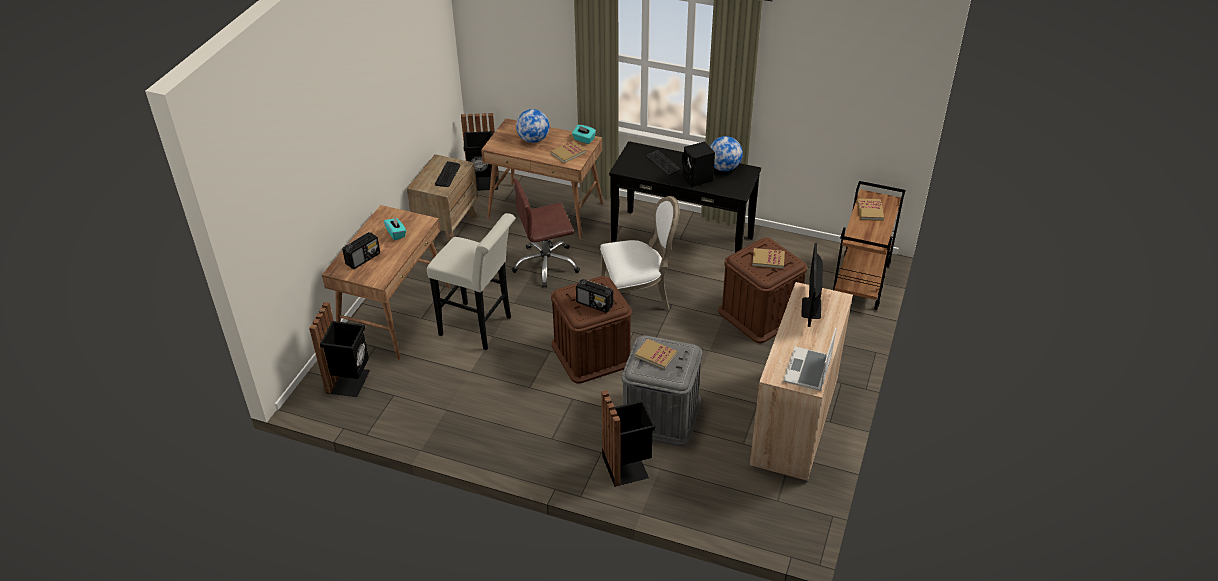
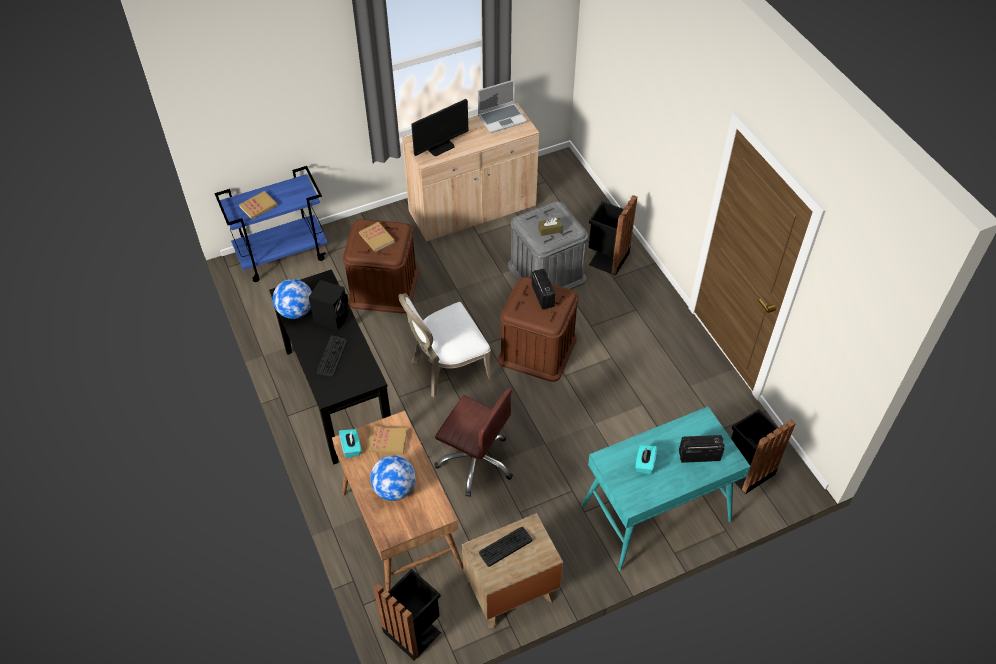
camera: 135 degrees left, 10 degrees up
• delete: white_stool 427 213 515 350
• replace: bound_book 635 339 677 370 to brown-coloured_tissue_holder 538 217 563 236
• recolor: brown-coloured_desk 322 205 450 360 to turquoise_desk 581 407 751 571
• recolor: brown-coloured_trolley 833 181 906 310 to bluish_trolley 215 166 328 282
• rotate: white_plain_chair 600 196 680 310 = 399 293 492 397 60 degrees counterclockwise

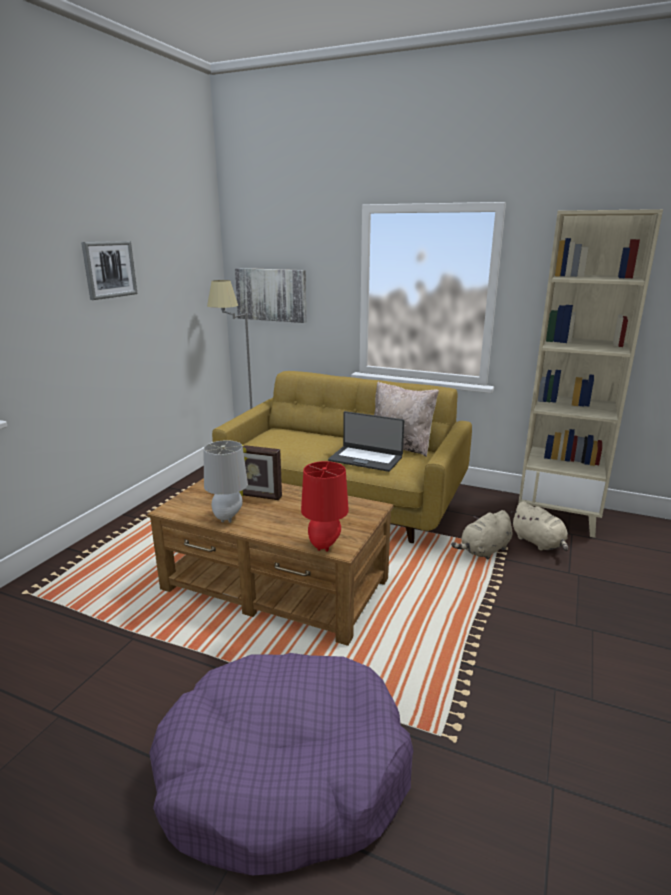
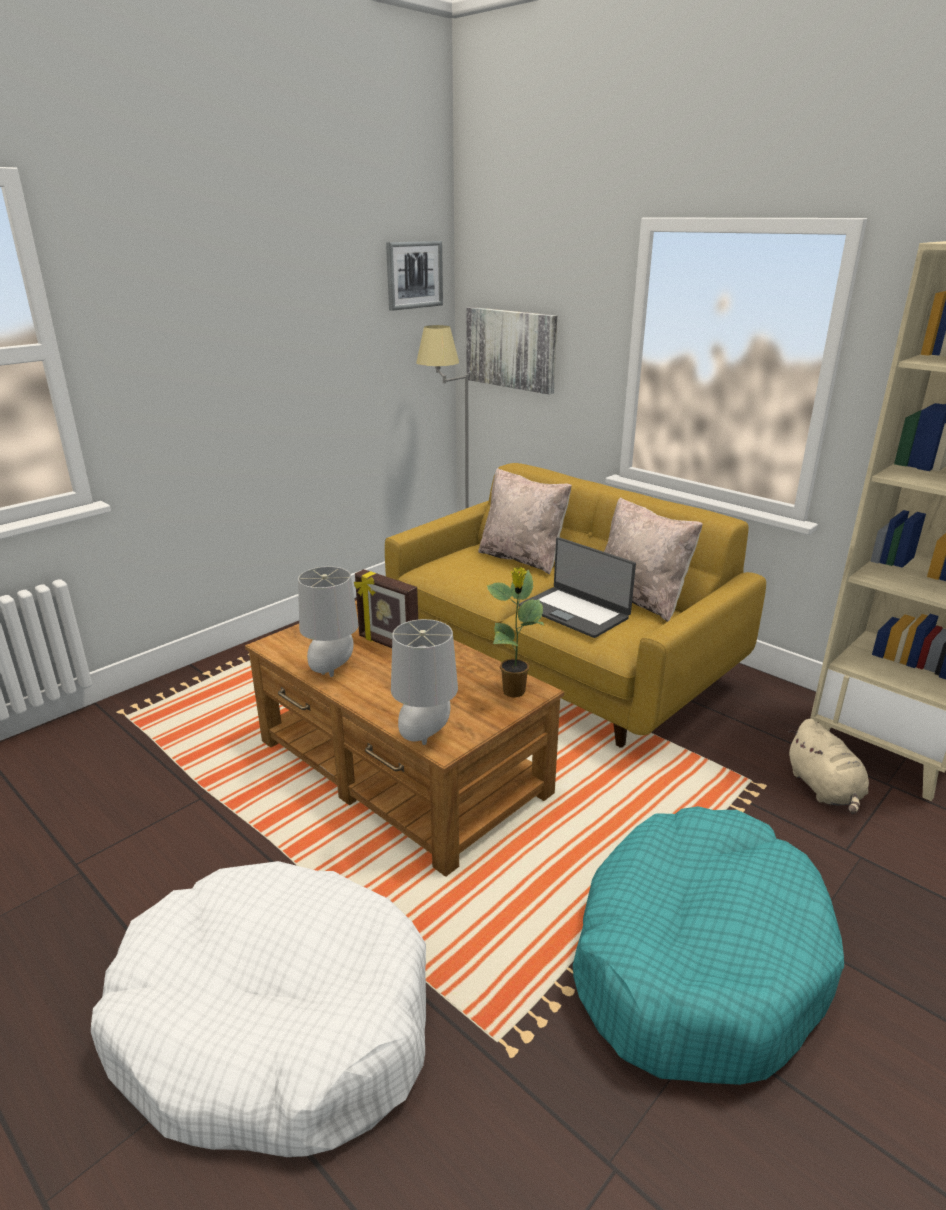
camera: 20 degrees right, 5 degrees up
• delete: sand-coloured_soft_toy 451 510 512 559
• insert: sand-coloured_pillow 478 468 572 575
• insert: potted_plant 486 567 545 698
• insert: turquoise_dog_bed 573 806 844 1085
• move: picture 81 241 137 300 to 386 241 443 311
• recolor: purple-coloured_dog_bed 149 653 413 875 to white_dog_bed 91 861 426 1157
• recolor: reddish_tabletop_lamp 301 461 349 552 to gray_tabletop_lamp 391 619 458 745

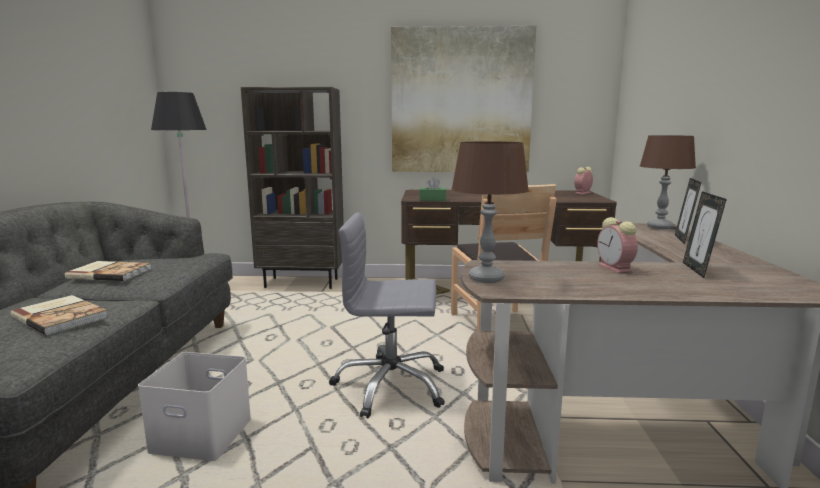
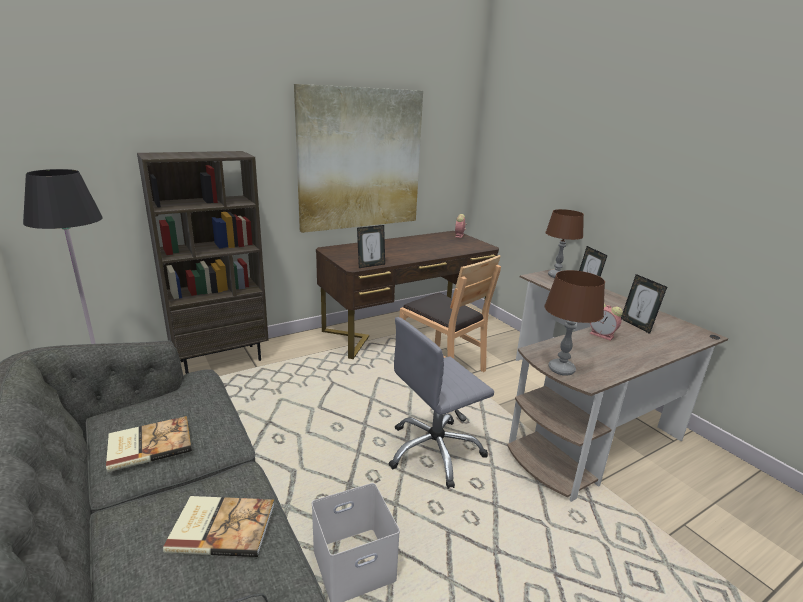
camera: 35 degrees left, 10 degrees up
• replace: greenish_tissue_holder 419 177 446 201 to standing_frame 357 225 385 268

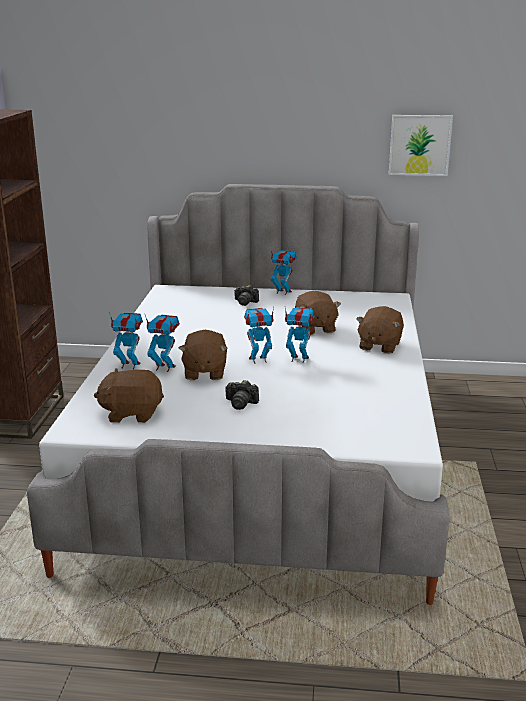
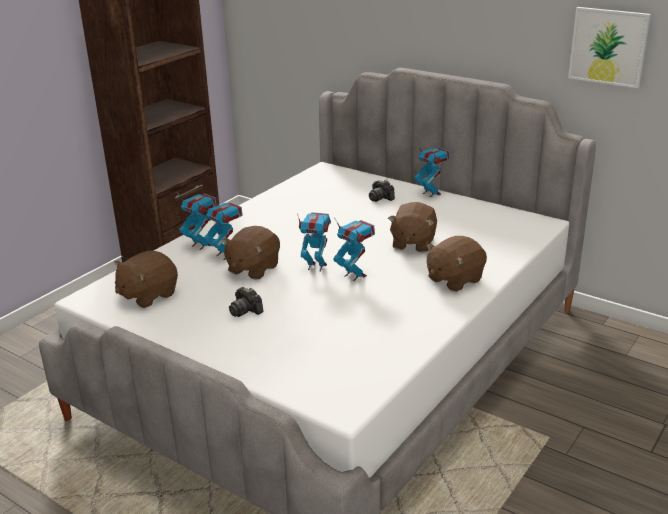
camera: 30 degrees right, 5 degrees up
• rotate: brown-coloured_soft_toy 94 368 164 423 = 114 251 178 308 75 degrees counterclockwise

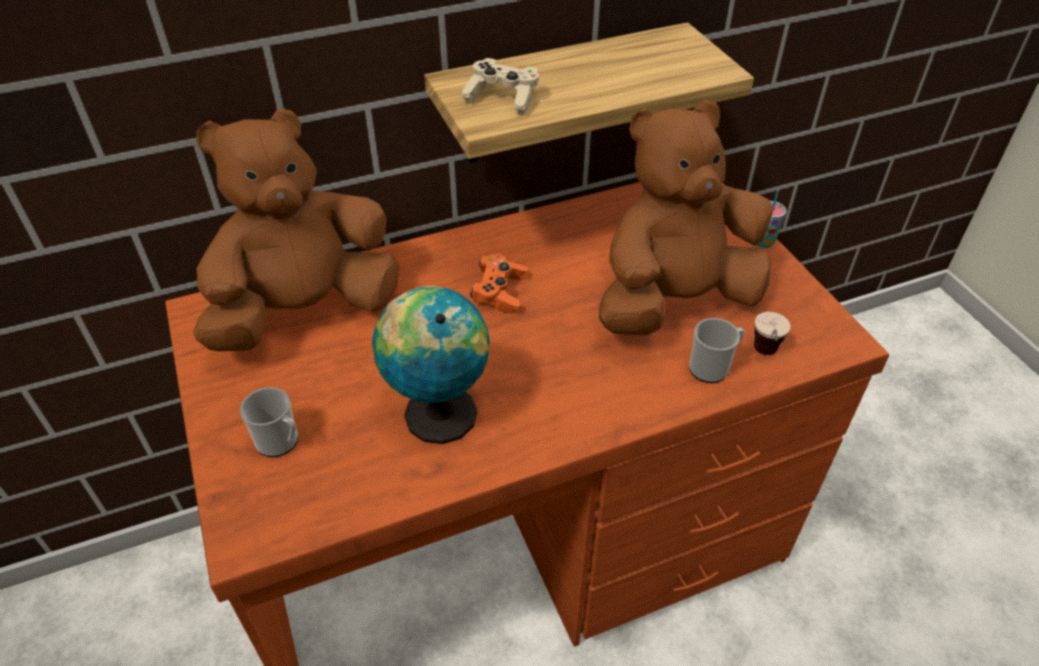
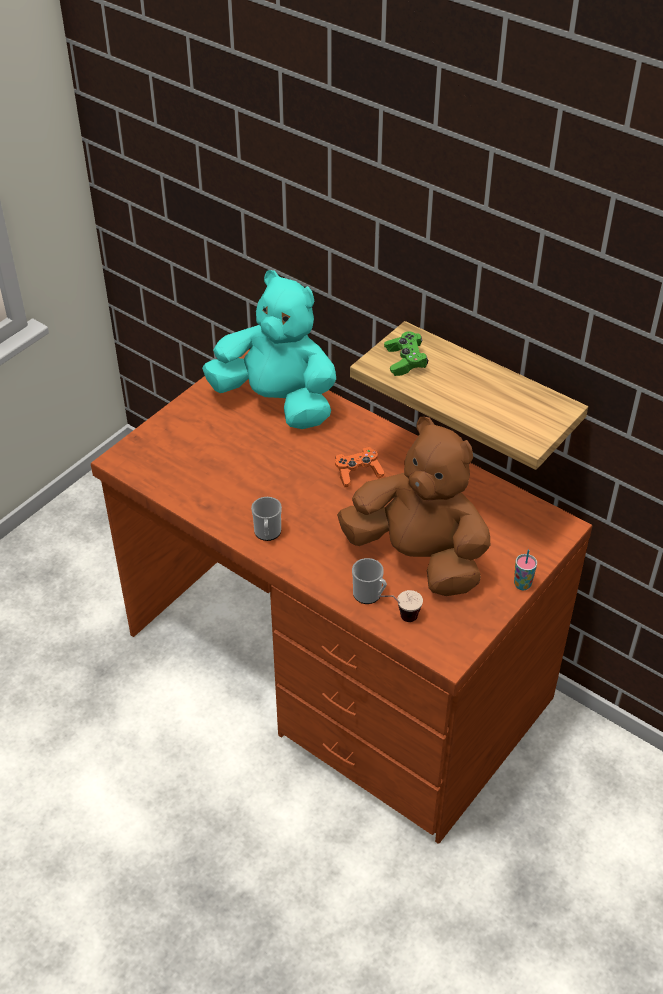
camera: 60 degrees right, 0 degrees up
• delete: world_globe 372 286 490 444
• move: mug 240 387 298 457 to 251 497 282 541
• recolor: brown-coloured_soft_toy 193 109 400 351 to turquoise_soft_toy 202 270 336 429
• recolor: sand-coloured_gamepad 461 58 539 115 to greenish_gamepad 384 331 428 376

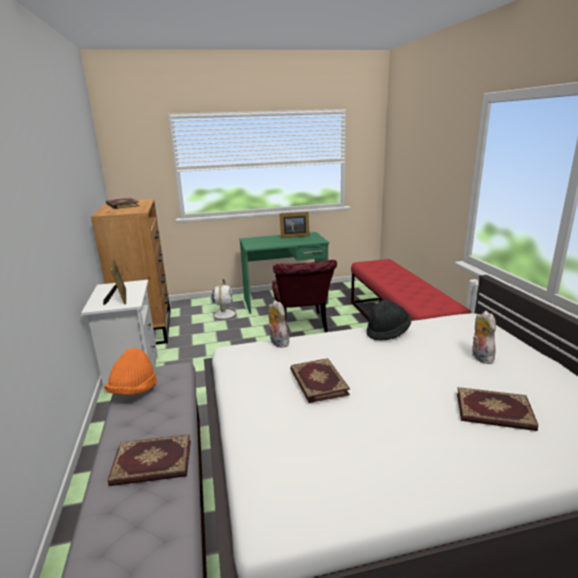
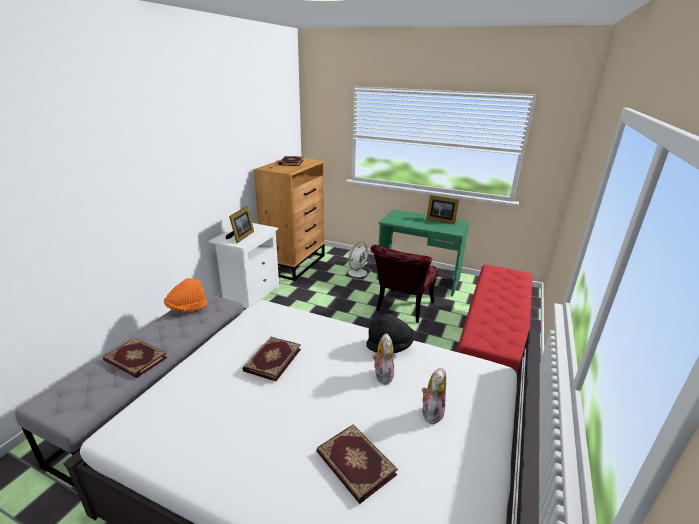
camera: 35 degrees right, 5 degrees up
• move: soft_toy 268 300 289 348 to 373 333 394 385

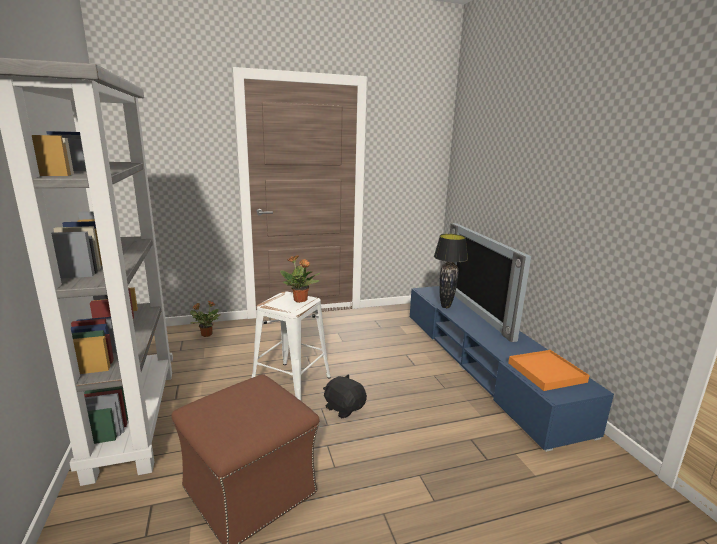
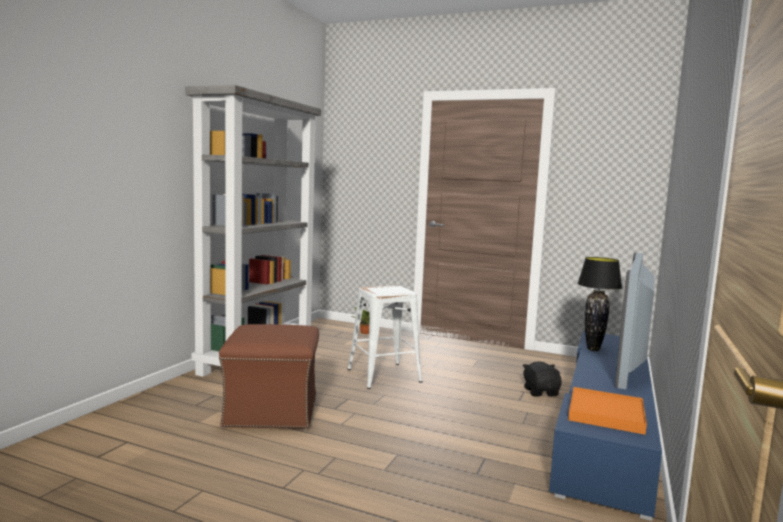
camera: 40 degrees right, 10 degrees down
• delete: potted_plant 280 255 320 303
• move: black-coloured_soft_toy 323 374 367 418 to 522 361 562 397

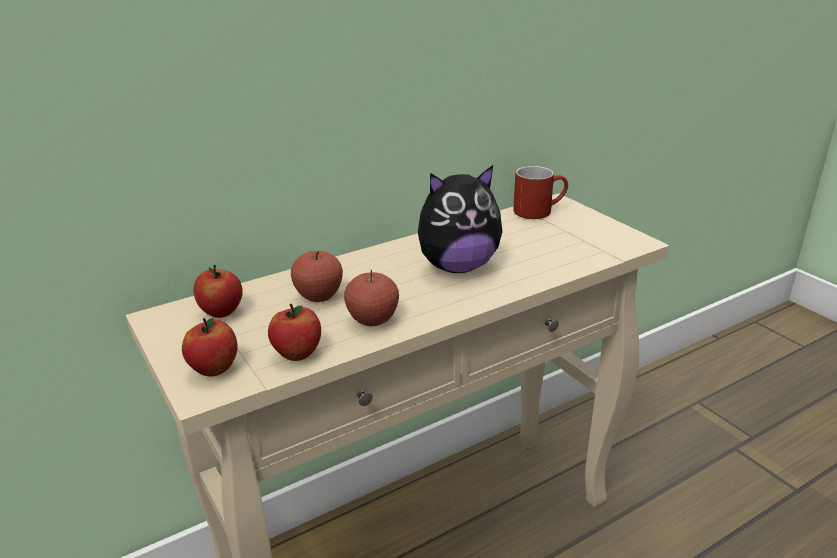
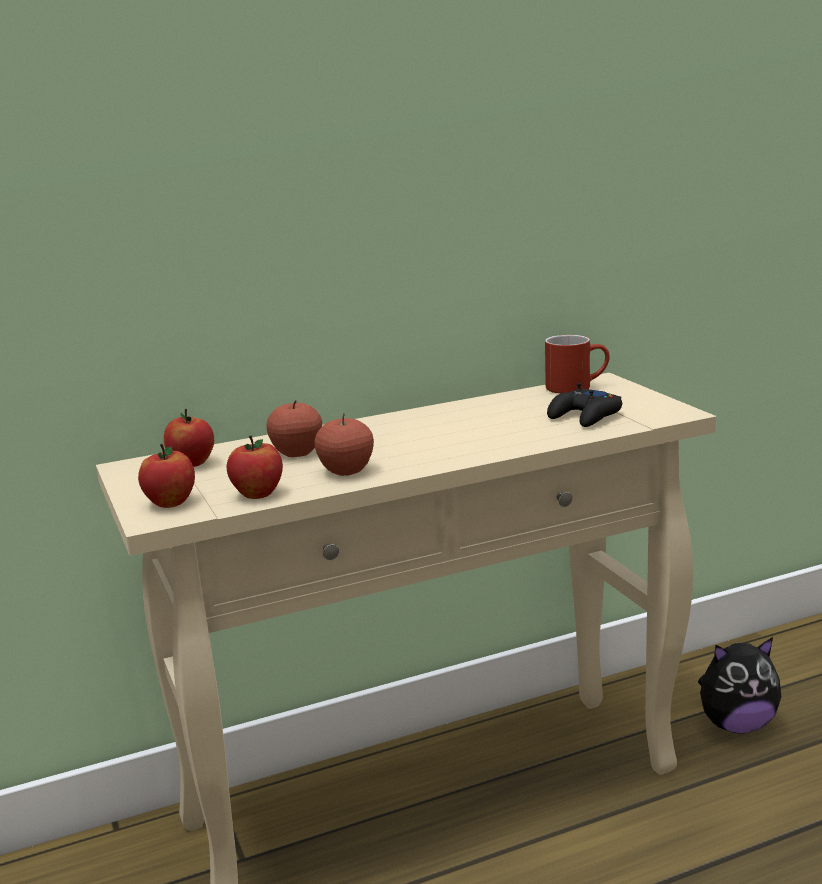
camera: 10 degrees right, 10 degrees down
• insert: black-coloured_gamepad 547 383 622 427
• move: soft_toy 418 165 502 273 to 698 637 781 733

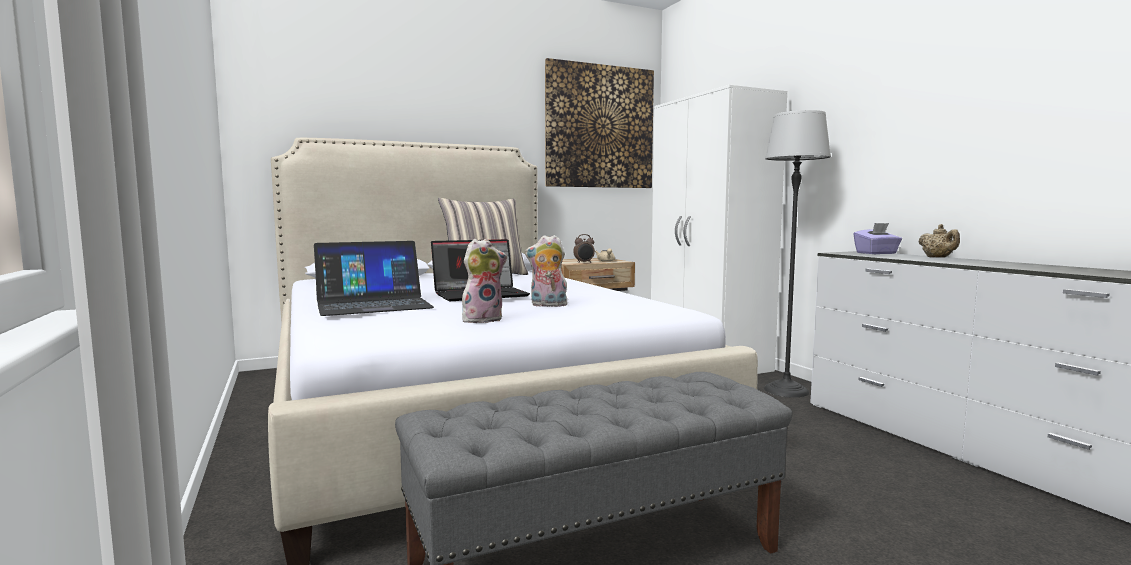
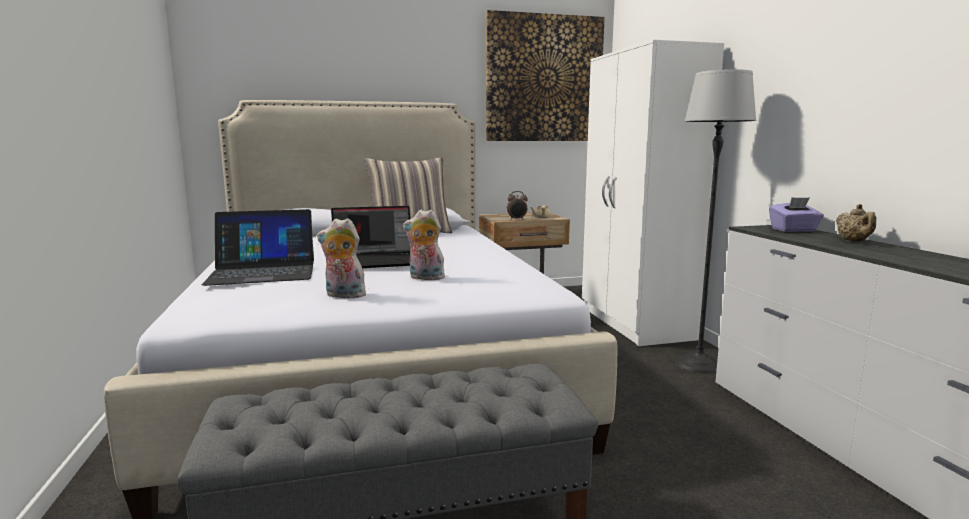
camera: 10 degrees right, 5 degrees up
• rotate: soft_toy 462 239 507 323 = 317 218 366 298 150 degrees counterclockwise

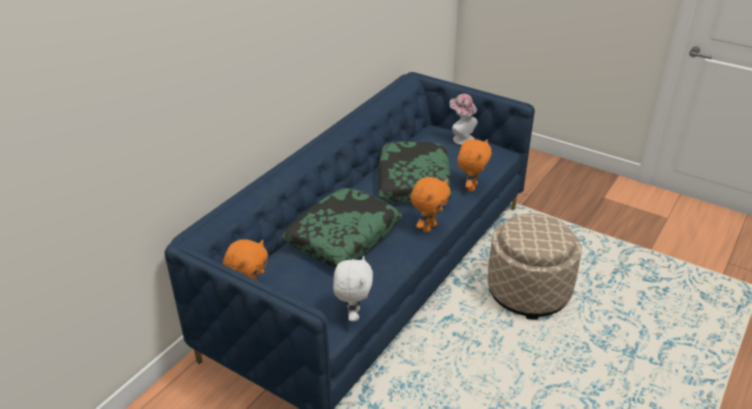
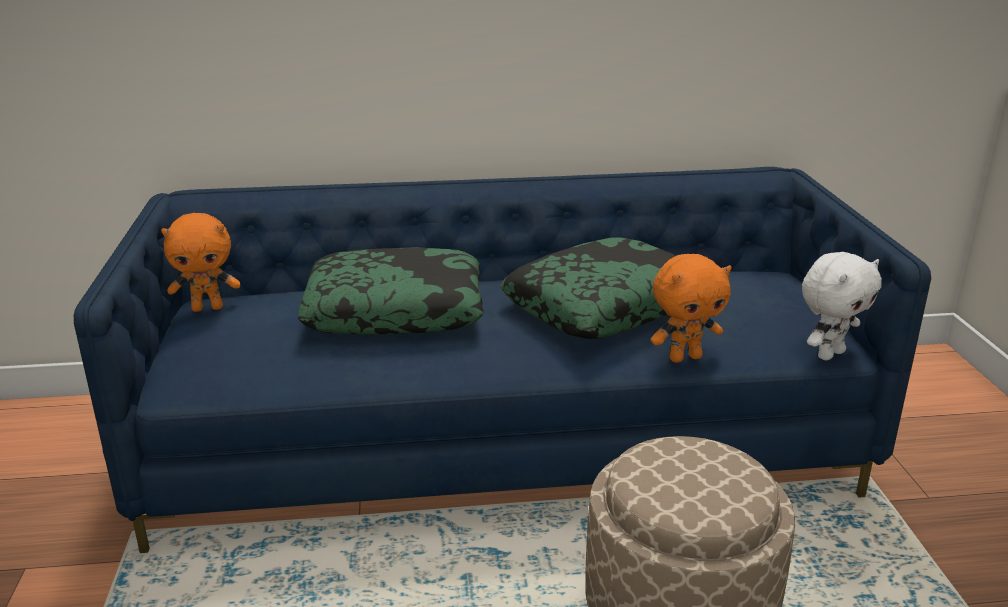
camera: 50 degrees right, 10 degrees down
• delete: orangey_soft_toy 410 177 450 233
• delete: hat 449 94 477 145
• move: white_soft_toy 333 256 373 322 to 802 252 882 360

